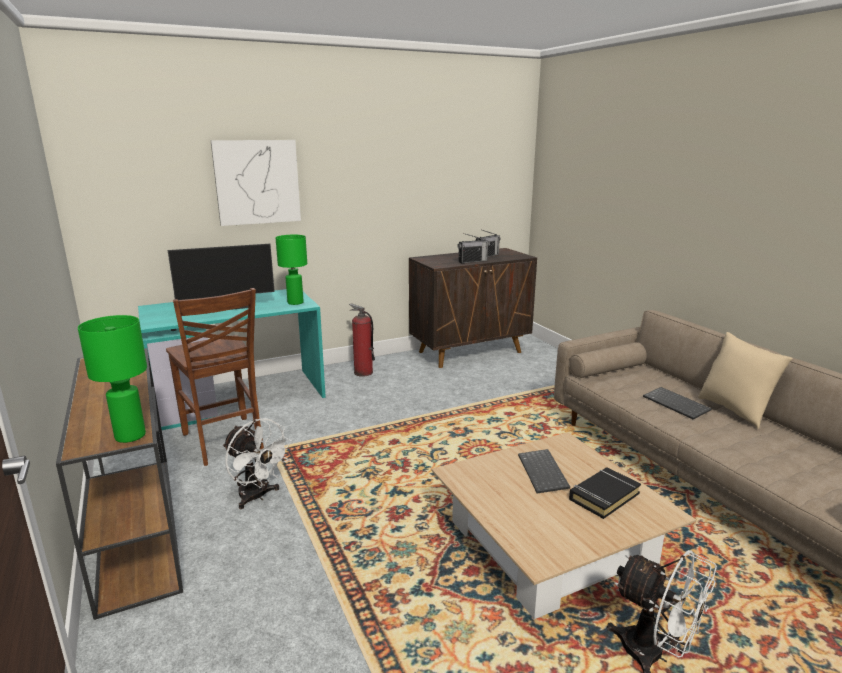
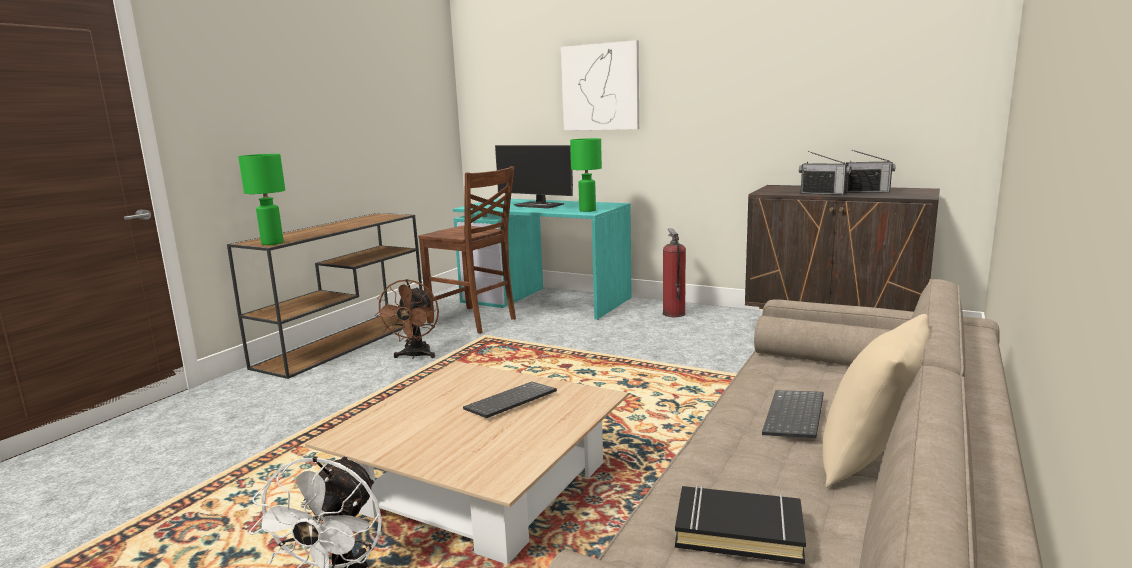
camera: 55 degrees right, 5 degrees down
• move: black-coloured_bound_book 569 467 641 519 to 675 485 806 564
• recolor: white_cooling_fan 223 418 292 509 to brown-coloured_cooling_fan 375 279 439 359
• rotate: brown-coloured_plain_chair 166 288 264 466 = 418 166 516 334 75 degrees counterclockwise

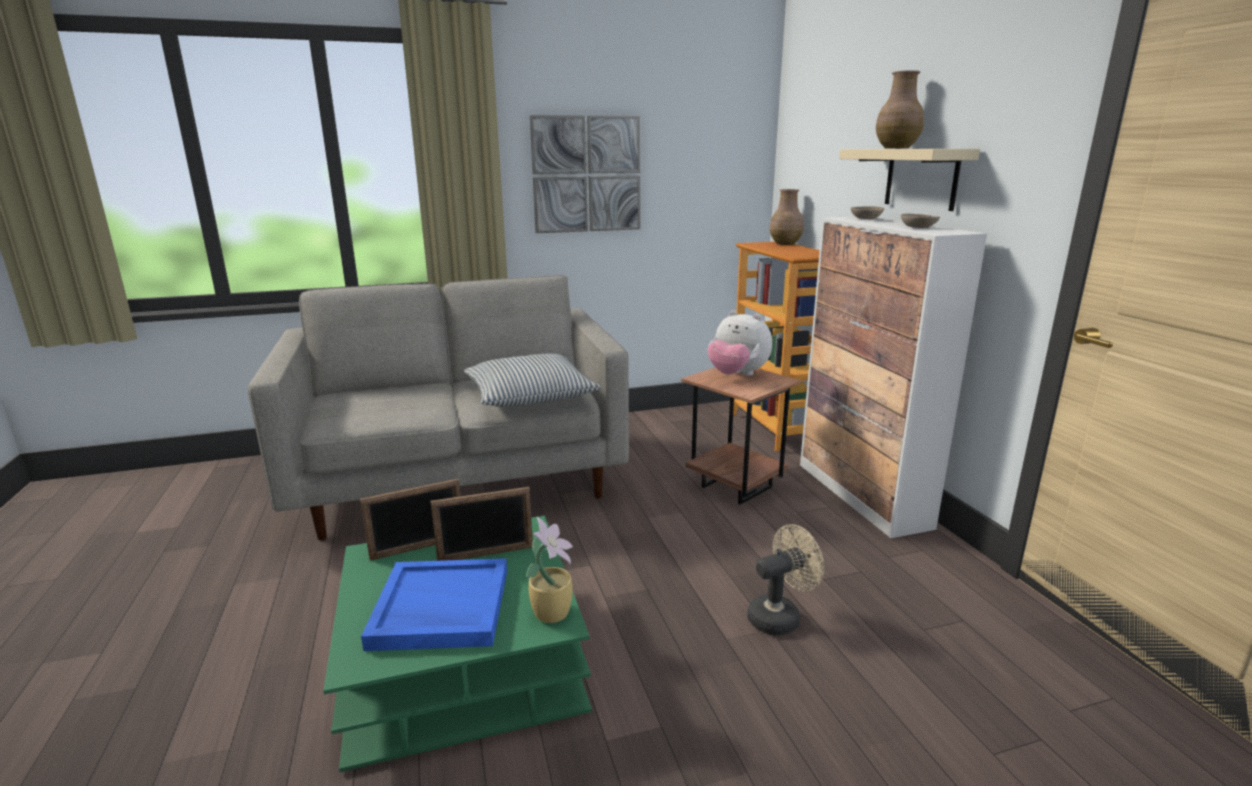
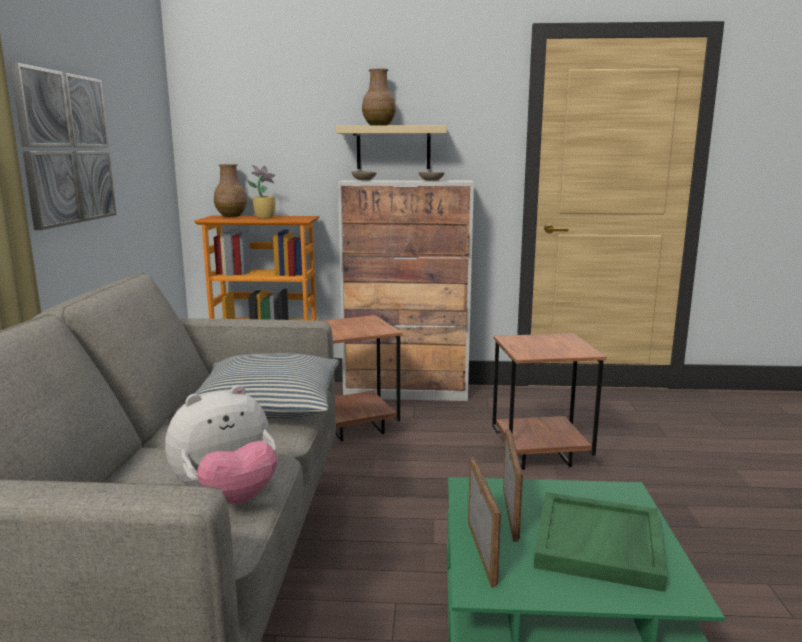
camera: 70 degrees left, 5 degrees down
• move: potted_plant 526 517 573 623 to 247 165 276 219
• move: soft_toy 708 310 772 376 to 165 385 277 504
• replace: sand-coloured_cooling_fan 747 524 824 635 to brown-coloured_end_table 492 333 606 470
• recolor: bluish_carrying_tray 361 558 507 651 to greenish_carrying_tray 534 492 667 592

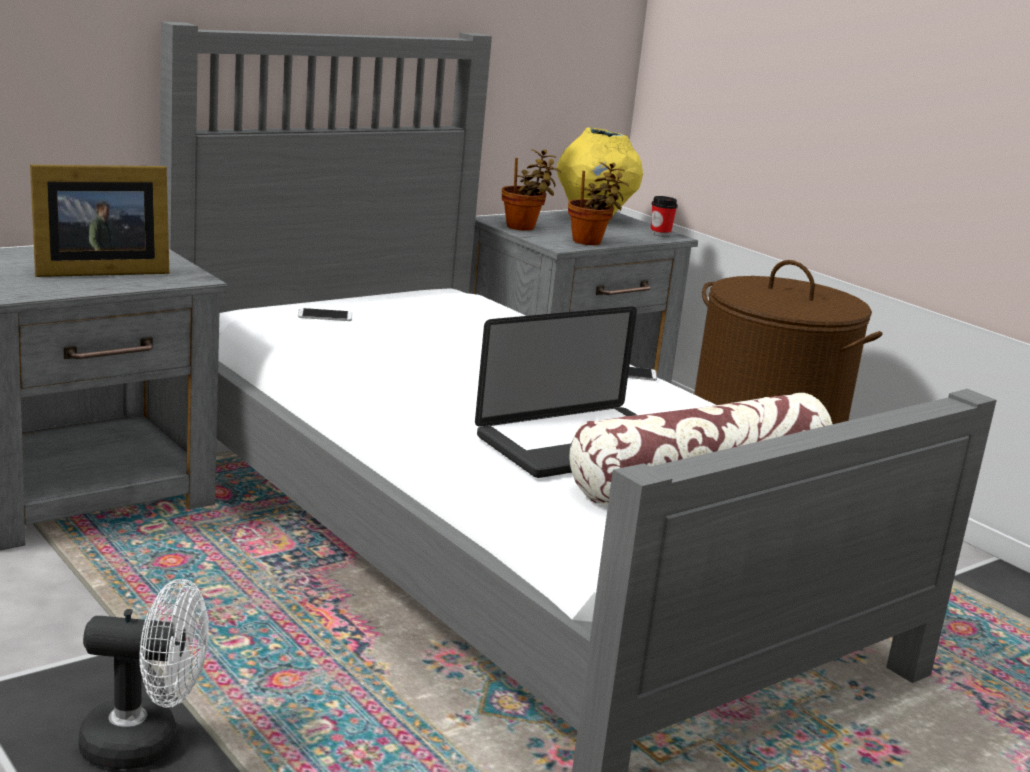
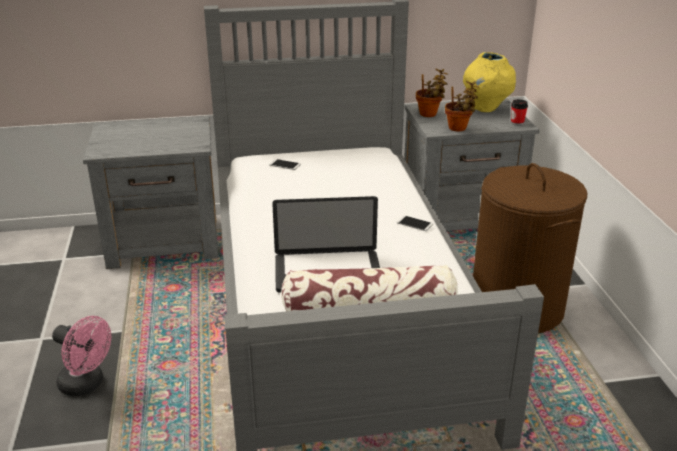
camera: 30 degrees right, 10 degrees up
• delete: standing_frame 30 165 169 277
• recolor: white_cooling_fan 78 579 209 769 to pinkish_cooling_fan 52 316 111 396

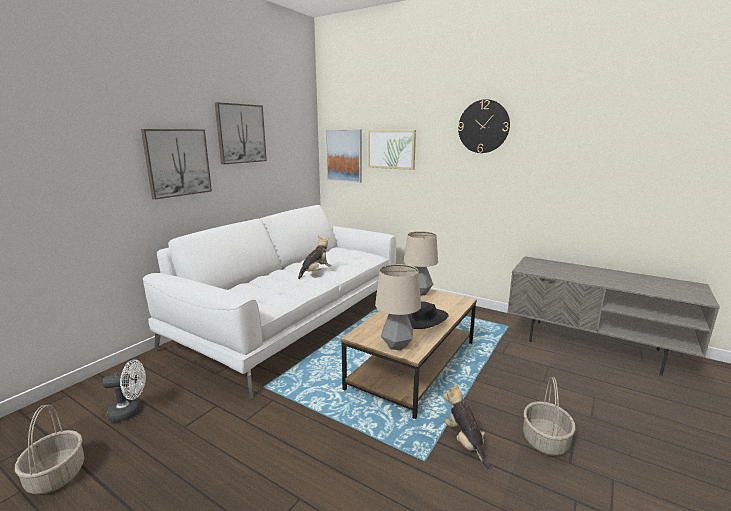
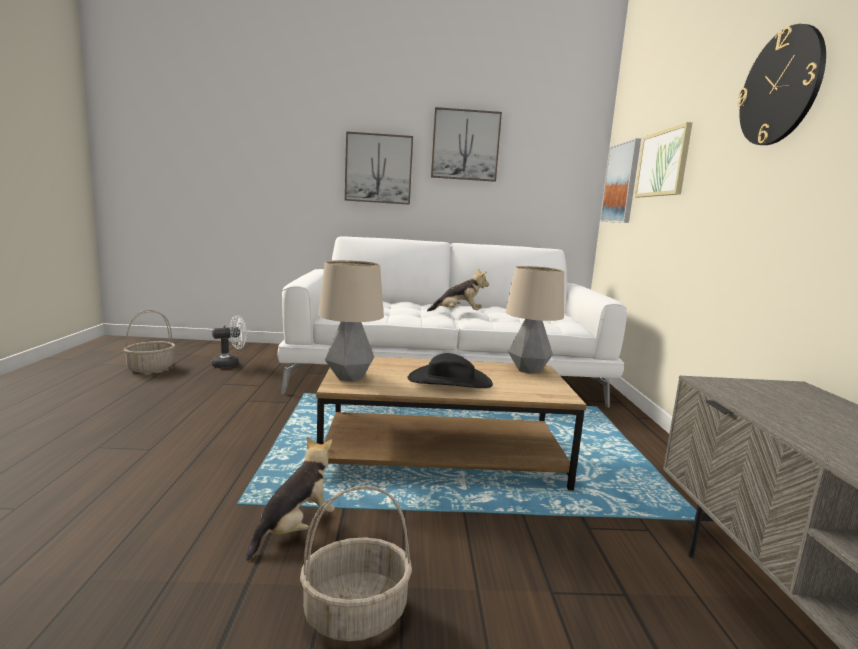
camera: 55 degrees right, 5 degrees down
• rotate: white_cooling_fan 102 360 146 422 = 211 316 247 368 75 degrees counterclockwise

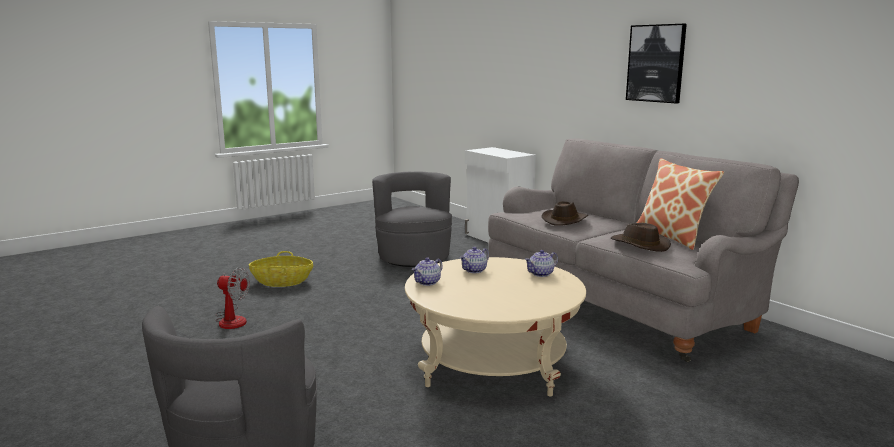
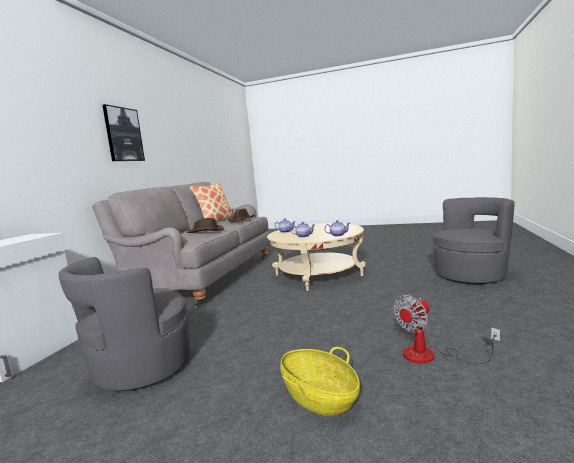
camera: 125 degrees left, 5 degrees down
• rotate: cooling_fan 215 267 250 329 = 393 295 500 364 105 degrees counterclockwise

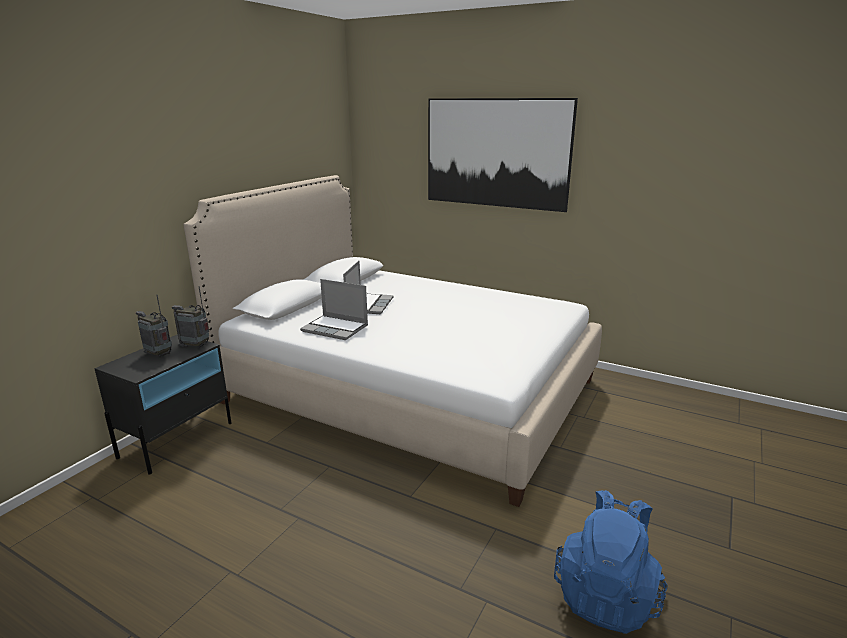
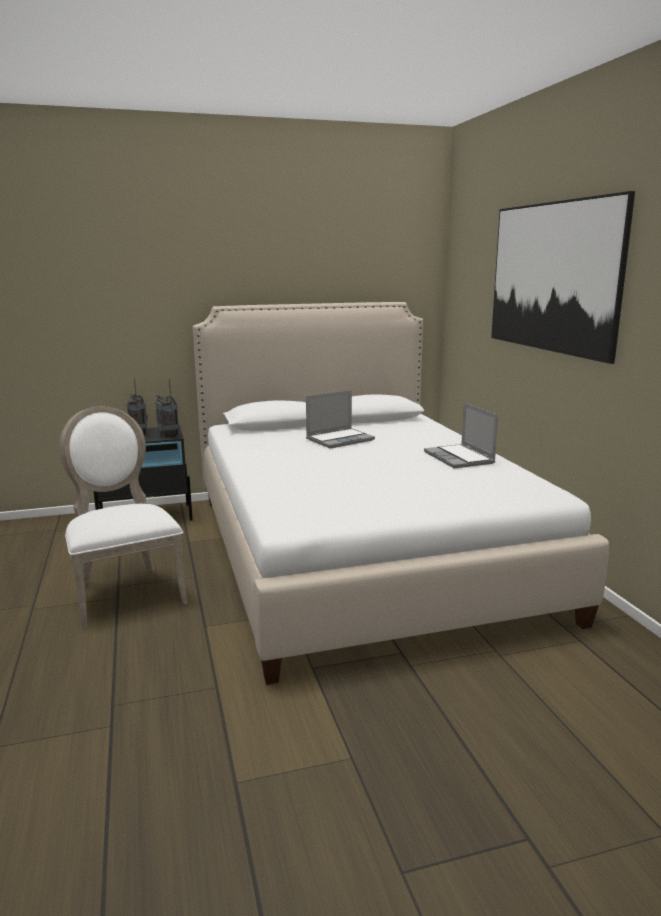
camera: 45 degrees right, 5 degrees down
• delete: bluish_knapsack 554 490 668 634
• insert: white_plain_chair 59 406 188 629
• move: notebook_computer 300 279 368 340 to 424 402 498 468

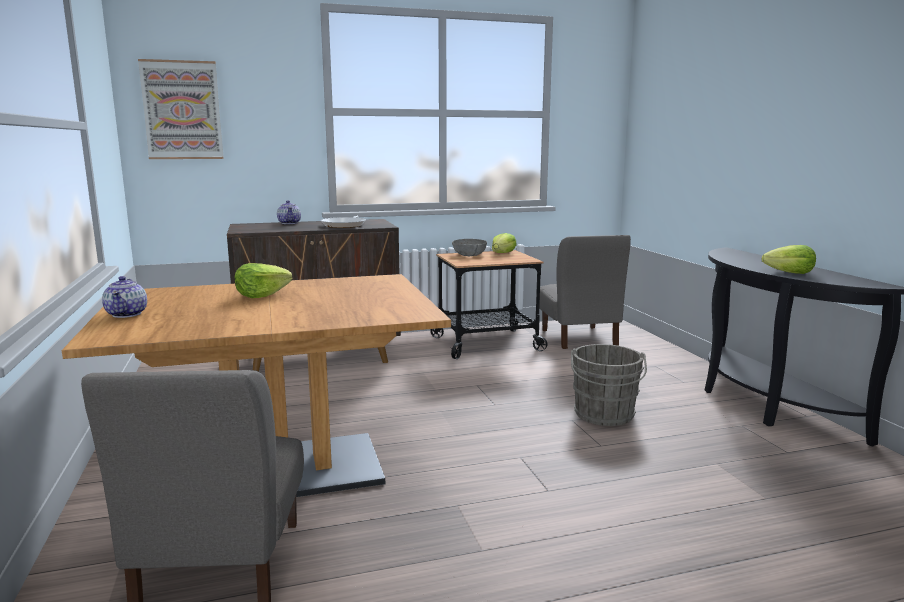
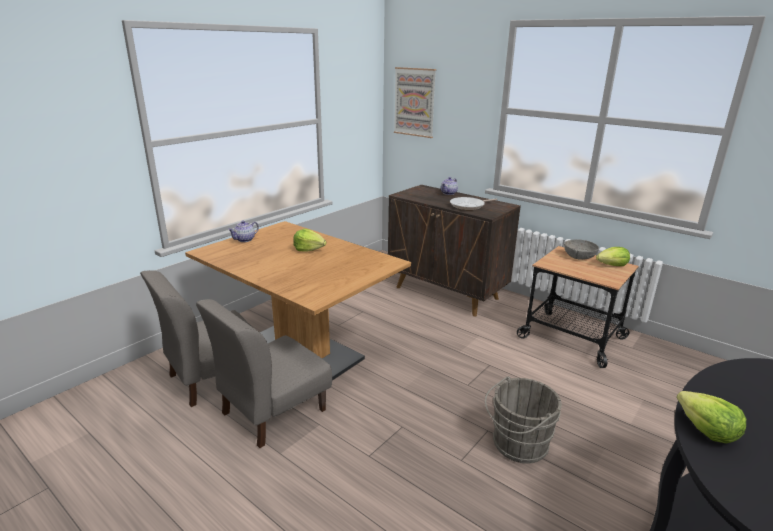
camera: 55 degrees right, 10 degrees up
• move: gray_plain_chair 539 235 631 349 to 196 299 332 448

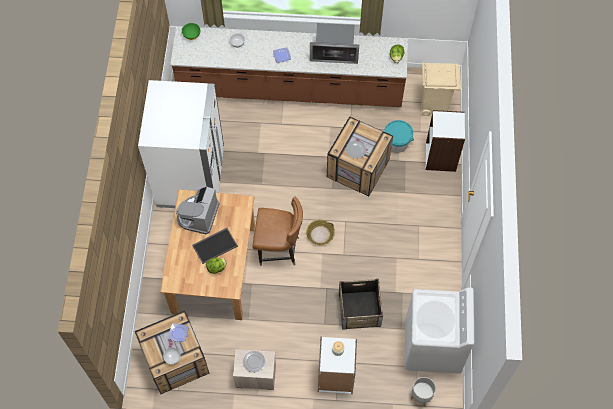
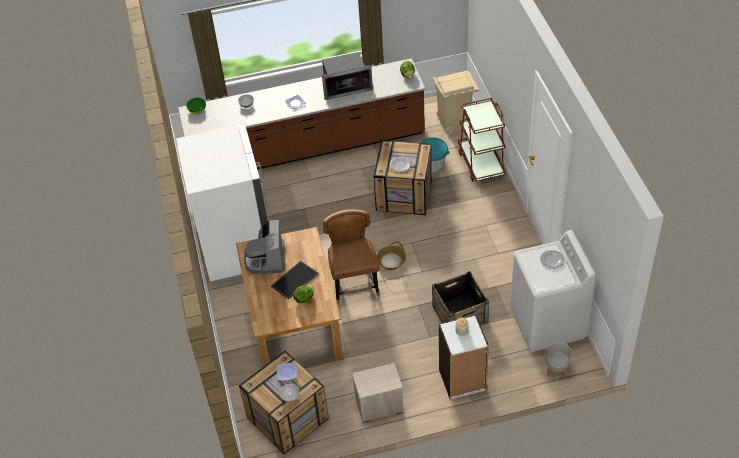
camera: 15 degrees left, 15 degrees down
• move: flat_dish 243 351 265 373 to 540 250 565 269
• replace: white_bookshelf 426 110 465 172 to brown-coloured_trolley 458 98 506 182
• rotate: brown-coloured_plain_chair 252 197 303 266 = 323 209 379 304 90 degrees counterclockwise

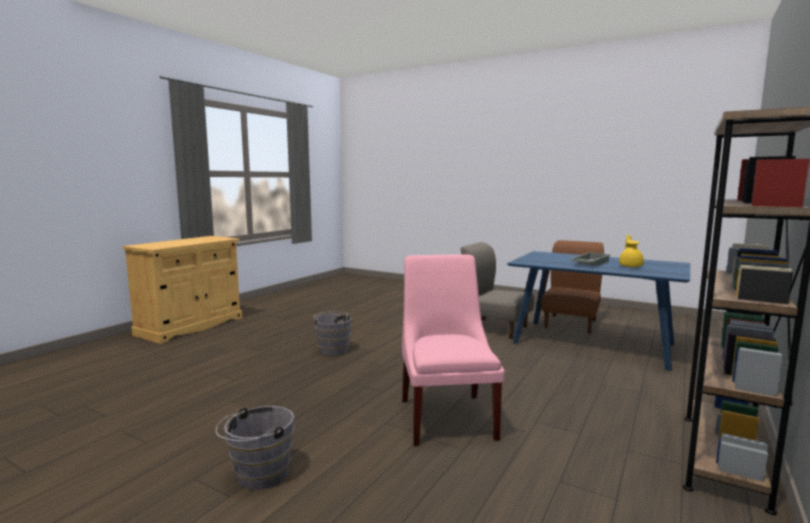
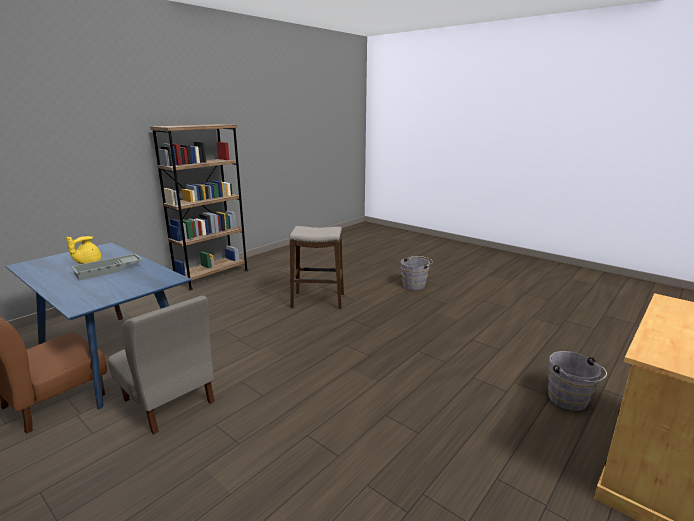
camera: 170 degrees left, 10 degrees up
• move: gray_pail 313 311 352 356 to 548 351 607 411
• replace: pinkish_plain_chair 402 254 505 446 to stool 290 226 344 309

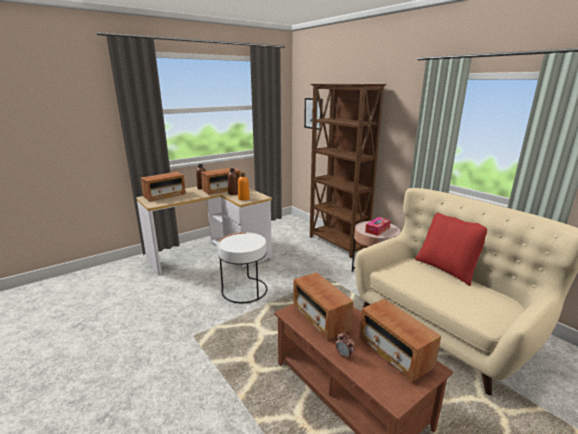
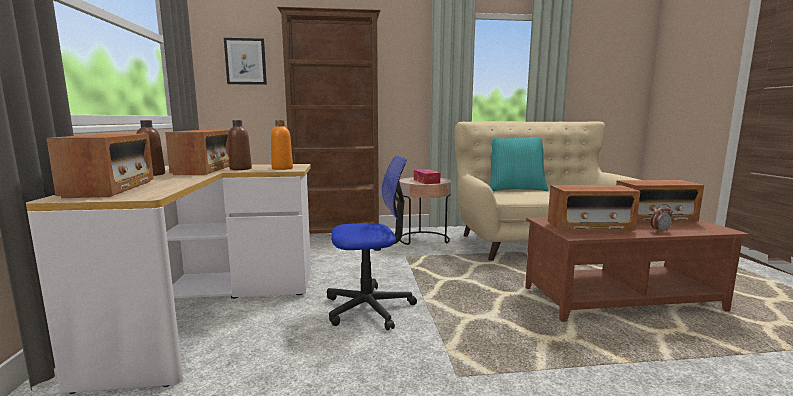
camera: 60 degrees left, 10 degrees down
• replace: white_end_table 218 232 267 303 to desk_chair 327 156 417 330
• recolor: reddish_pillow 415 213 487 286 to turquoise_pillow 490 137 549 191

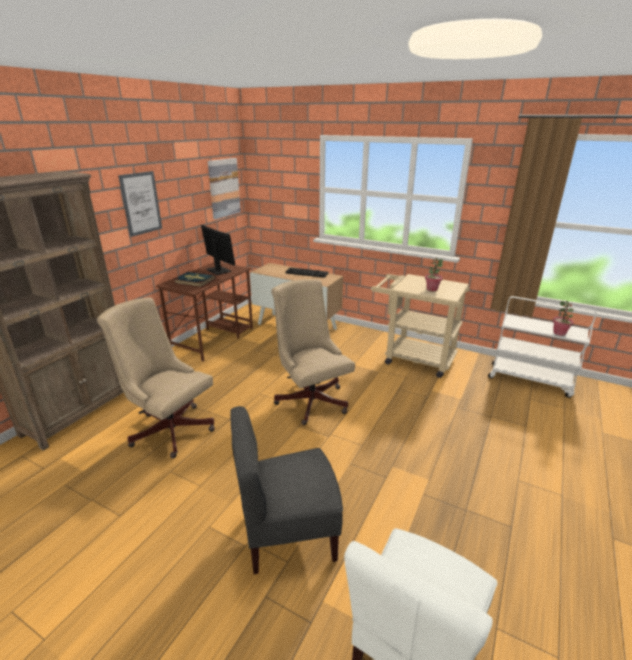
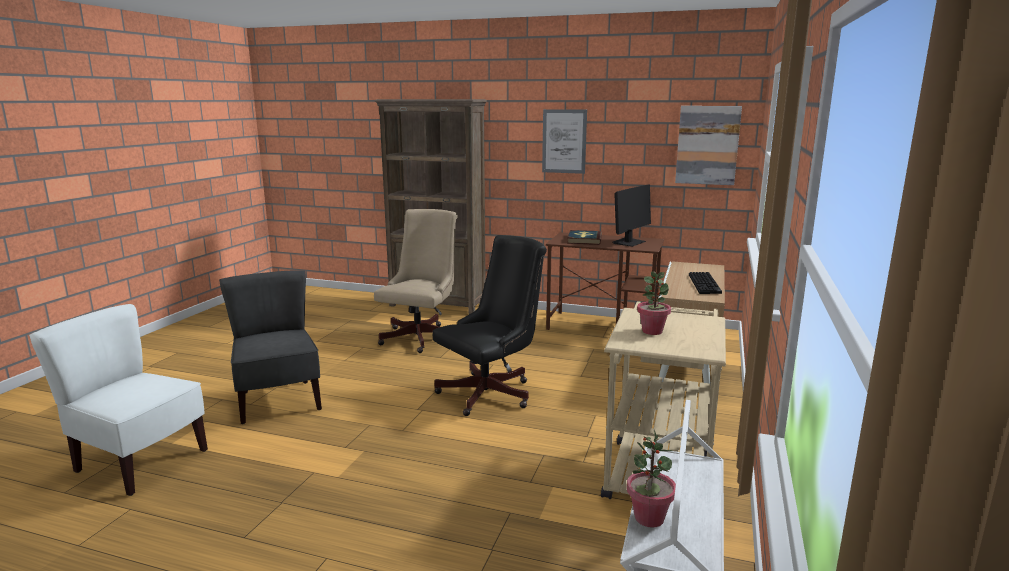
camera: 80 degrees right, 10 degrees down
• recolor: sand-coloured_desk_chair 271 279 355 425 to black-coloured_desk_chair 433 235 547 416

